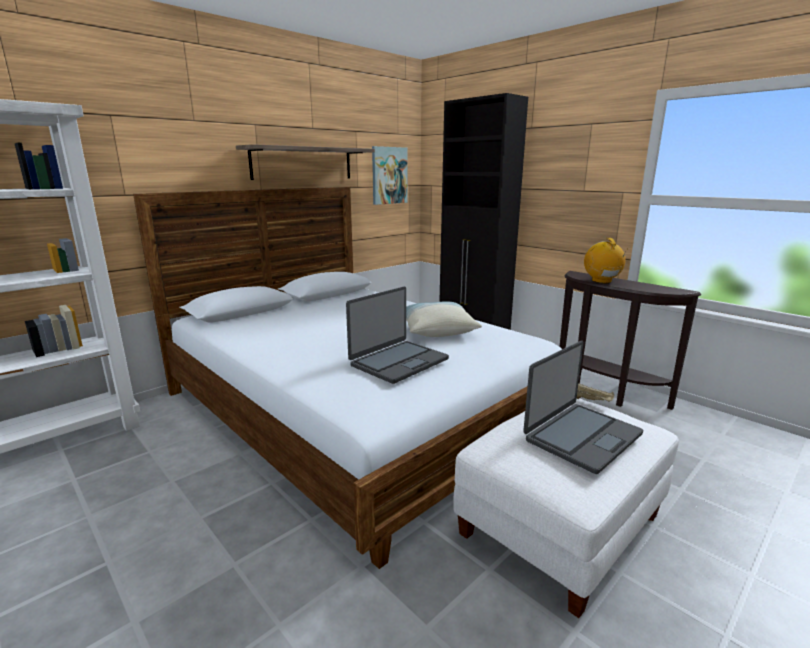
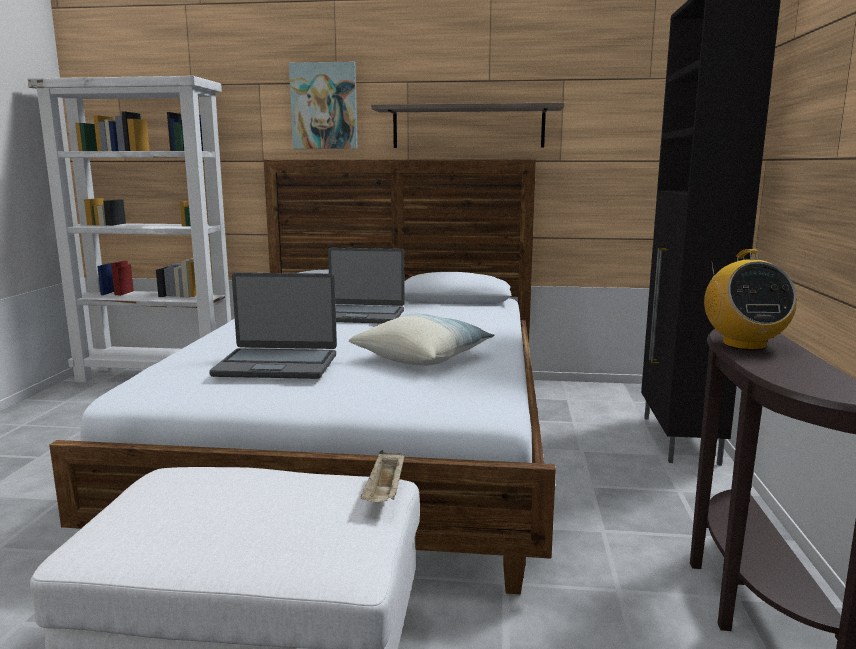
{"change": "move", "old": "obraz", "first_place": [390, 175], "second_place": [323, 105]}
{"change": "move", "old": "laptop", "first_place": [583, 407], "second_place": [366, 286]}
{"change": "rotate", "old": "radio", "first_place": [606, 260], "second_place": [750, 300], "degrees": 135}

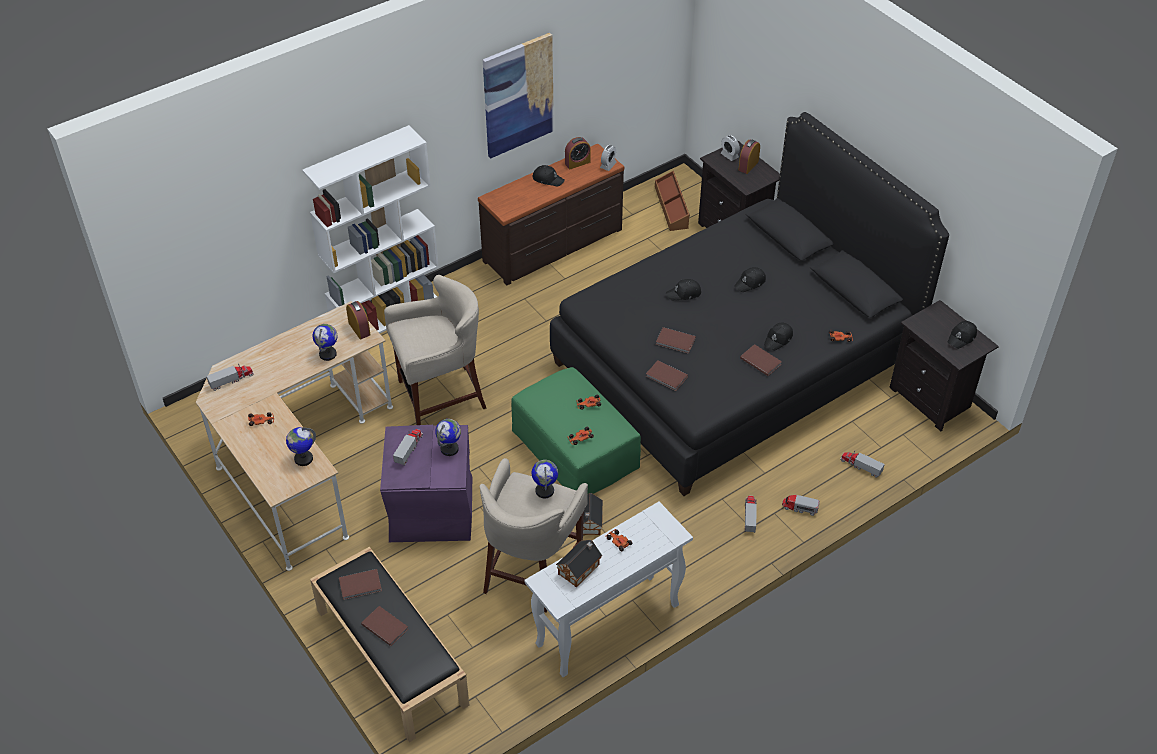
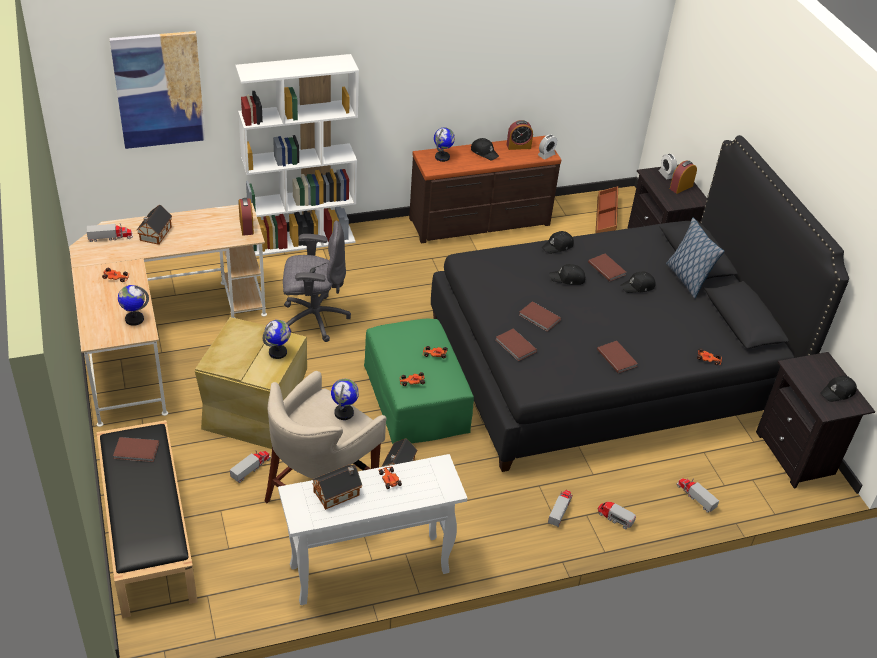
{"change": "insert", "new": "domek", "second_place": [154, 225]}
{"change": "insert", "new": "poduszka", "second_place": [695, 258]}
{"change": "move", "old": "globus", "first_place": [325, 342], "second_place": [444, 144]}
{"change": "move", "old": "książka/brązowy", "first_place": [384, 626], "second_place": [607, 268]}
{"change": "move", "old": "ciężarówka zabawkowa", "first_place": [408, 447], "second_place": [250, 466]}
{"change": "move", "old": "obraz", "first_place": [518, 95], "second_place": [157, 90]}
{"change": "move", "old": "czapka z daszkiem/czarny", "first_place": [778, 336], "second_place": [558, 242]}
{"change": "replace", "old": "stołek/beżowy", "new": "krzesło biurowe/szary", "first_place": [435, 350], "second_place": [317, 281]}
{"change": "recolor", "old": "pojemnik do przechowywania/fioletowy", "new": "pojemnik do przechowywania/beżowy", "first_place": [426, 483], "second_place": [251, 383]}

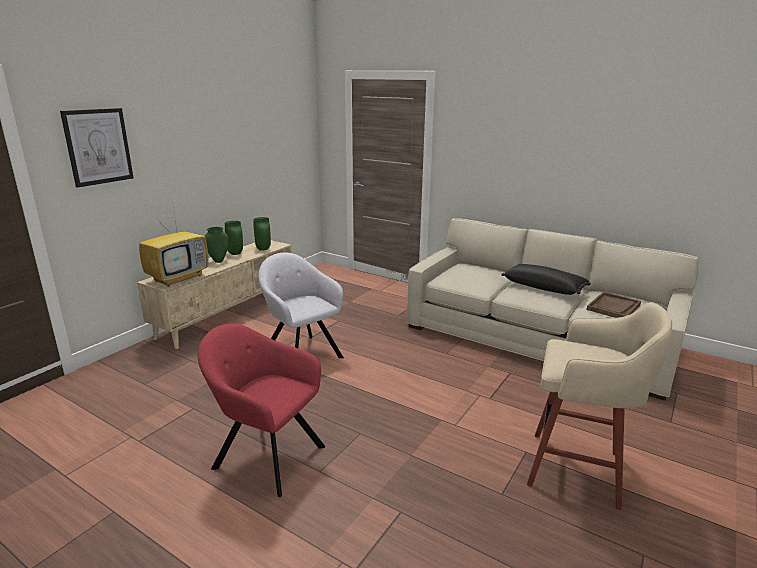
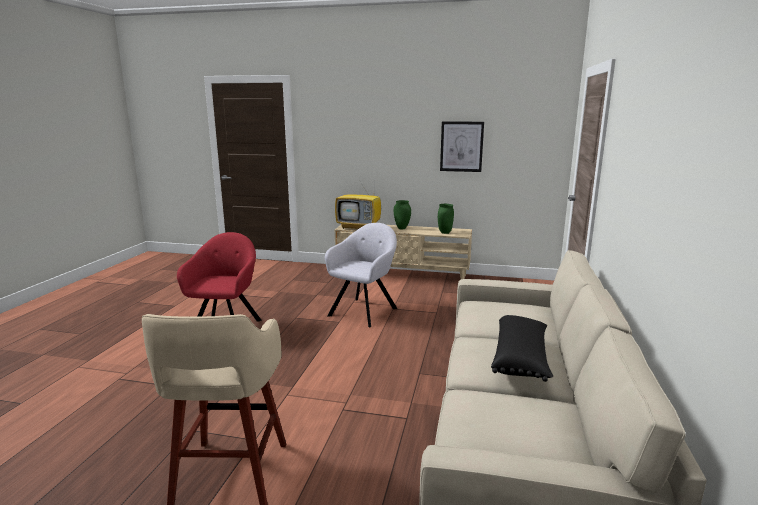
{"change": "delete", "old": "wazon/zielony", "first_place": [234, 238]}
{"change": "delete", "old": "taca/brązowy", "first_place": [614, 305]}
{"change": "move", "old": "obraz", "first_place": [96, 148], "second_place": [462, 146]}

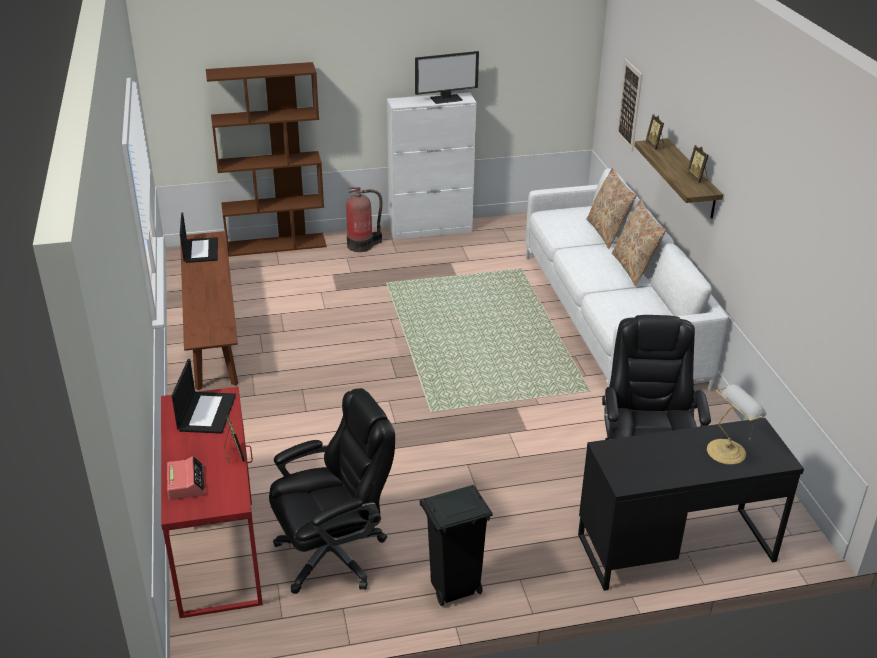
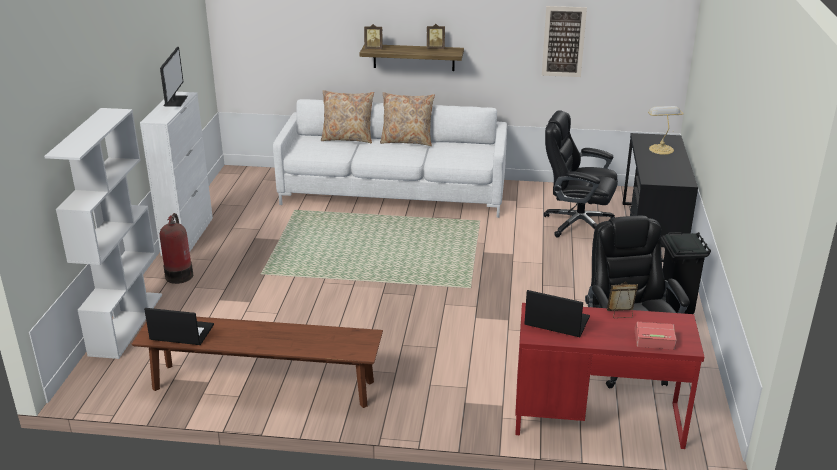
{"change": "move", "old": "obraz", "first_place": [629, 105], "second_place": [564, 41]}
{"change": "recolor", "old": "regał/brązowy", "new": "regał/biały", "first_place": [266, 159], "second_place": [103, 233]}

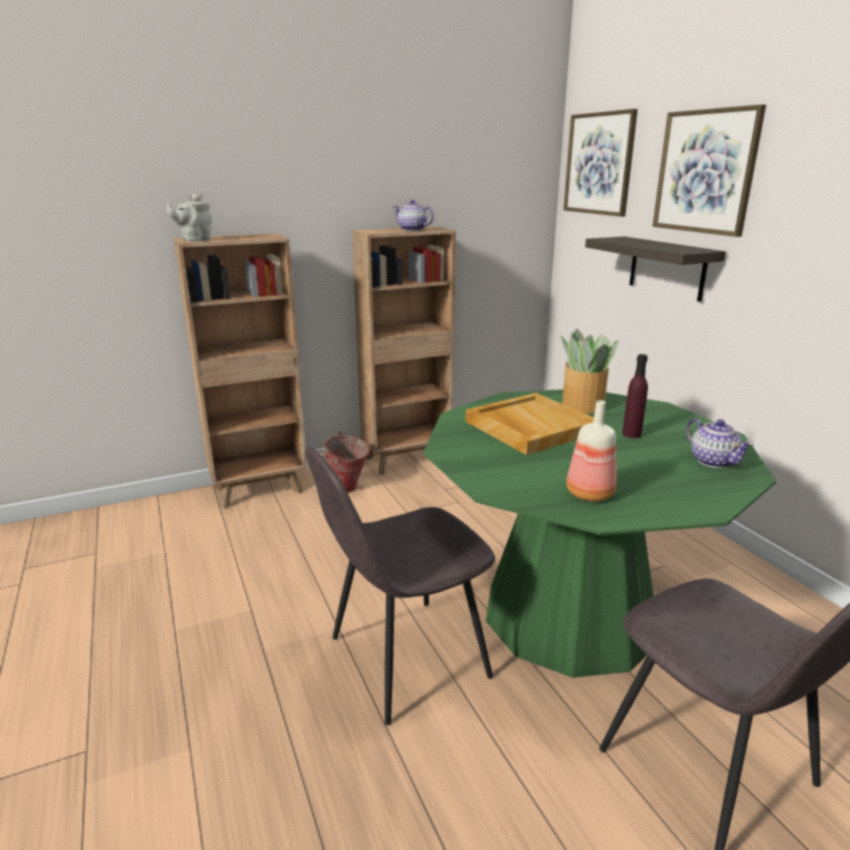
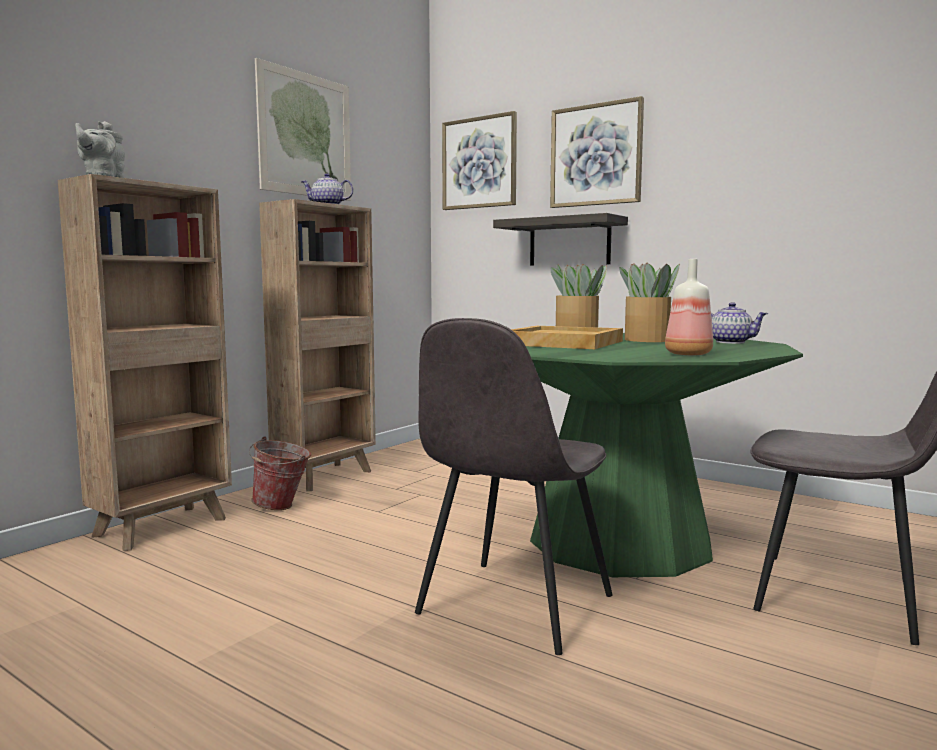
{"change": "insert", "new": "obraz", "second_place": [303, 129]}
{"change": "replace", "old": "butelka/fioletowy", "new": "roślina doniczkowa", "first_place": [635, 396], "second_place": [649, 302]}

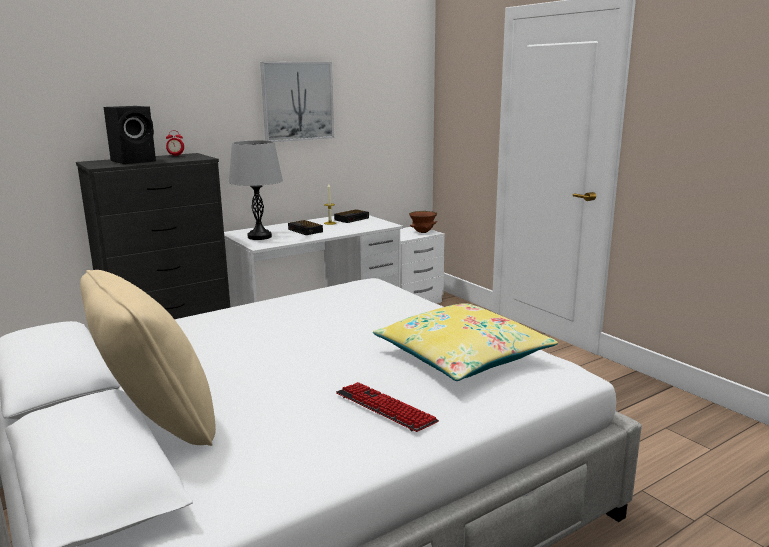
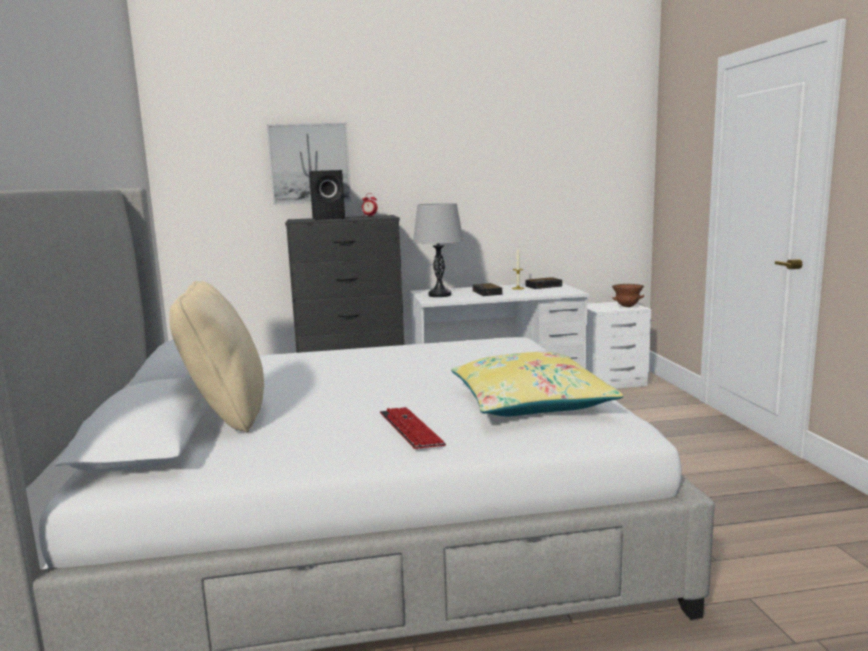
{"change": "move", "old": "obraz", "first_place": [297, 102], "second_place": [309, 164]}

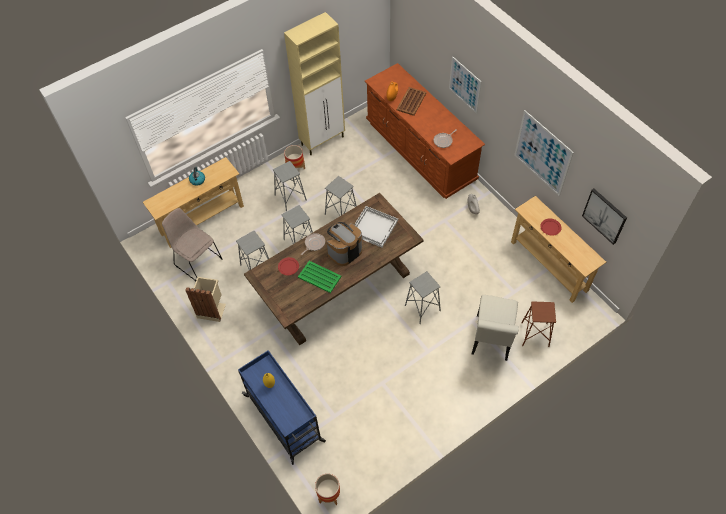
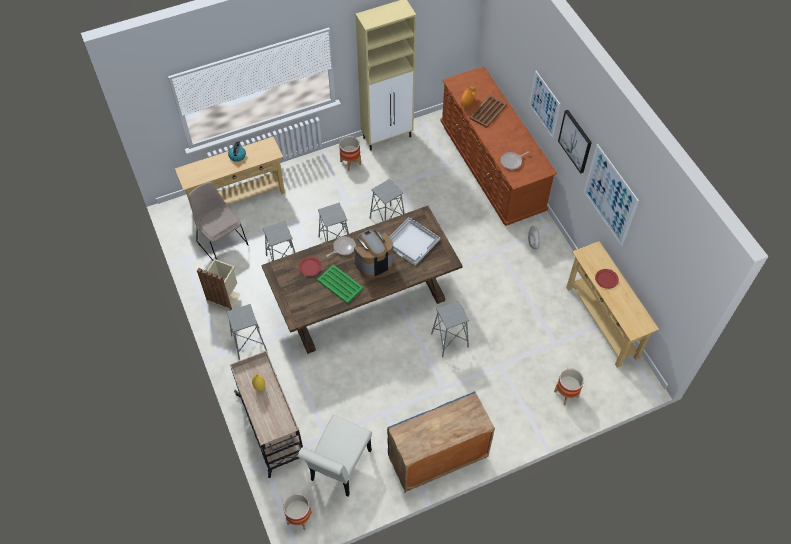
{"change": "insert", "new": "szafka/niebieski", "second_place": [441, 442]}
{"change": "move", "old": "stołek/szary", "first_place": [290, 186], "second_place": [247, 332]}
{"change": "move", "old": "krzesło/biały", "first_place": [495, 328], "second_place": [335, 456]}
{"change": "move", "old": "obraz", "first_place": [604, 217], "second_place": [575, 142]}
{"change": "replace", "old": "stołek/brązowy", "new": "donica", "first_place": [538, 324], "second_place": [569, 387]}
{"change": "recolor", "old": "wózek/niebieski", "new": "wózek/beżowy", "first_place": [282, 407], "second_place": [266, 414]}

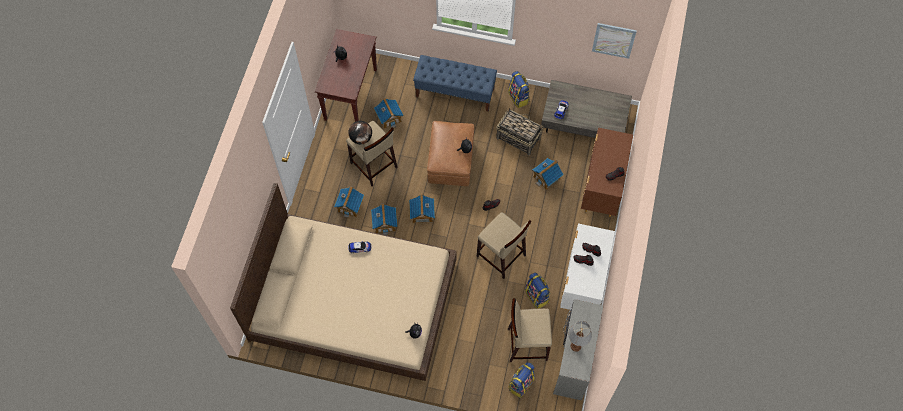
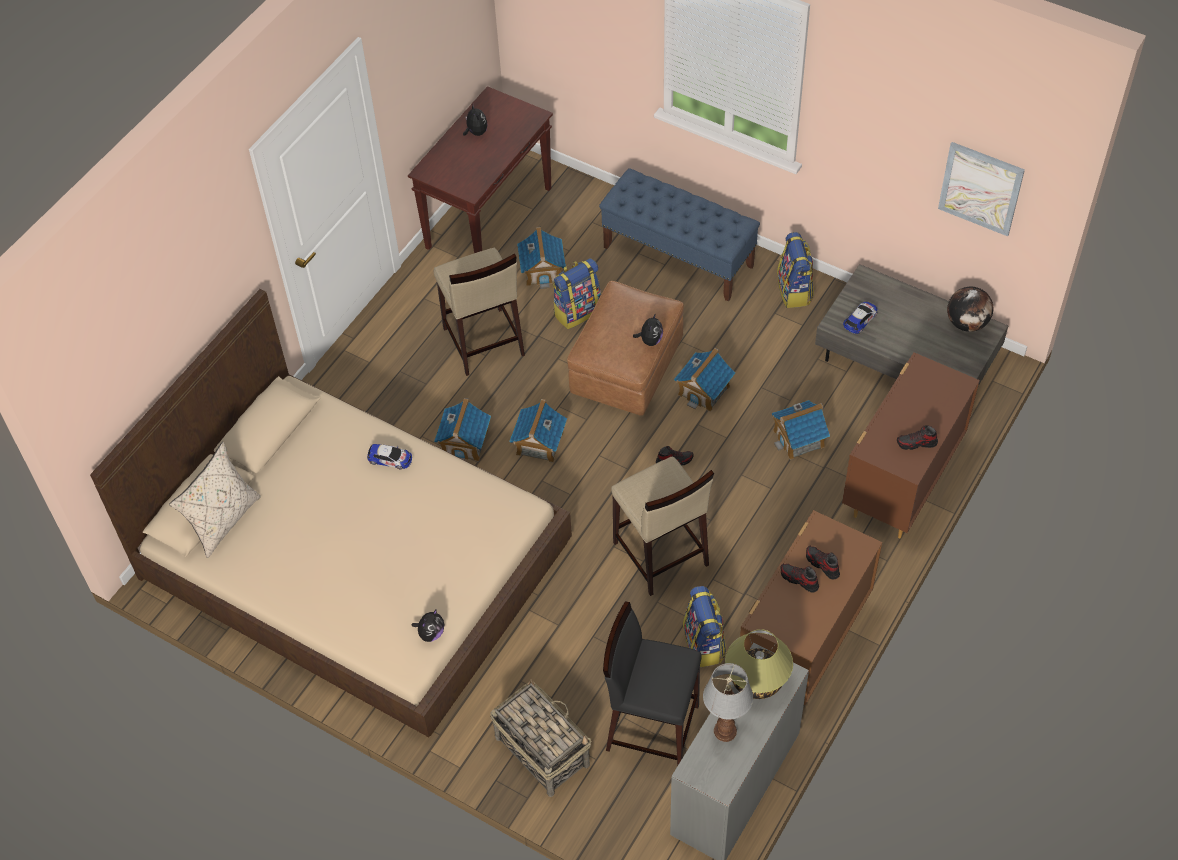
{"change": "insert", "new": "poduszka/beżowy", "second_place": [215, 500]}
{"change": "insert", "new": "lampa stołowa", "second_place": [759, 664]}
{"change": "move", "old": "domek", "first_place": [349, 202], "second_place": [704, 380]}
{"change": "move", "old": "globus", "first_place": [360, 132], "second_place": [970, 309]}
{"change": "move", "old": "koszyk", "first_place": [519, 132], "second_place": [541, 738]}
{"change": "move", "old": "plecak", "first_place": [522, 380], "second_place": [577, 293]}
{"change": "recolor", "old": "stołek/beżowy", "new": "stołek/czarny", "first_place": [530, 330], "second_place": [652, 684]}
{"change": "recolor", "old": "komoda/biały", "new": "komoda/brązowy", "first_place": [587, 266], "second_place": [811, 607]}

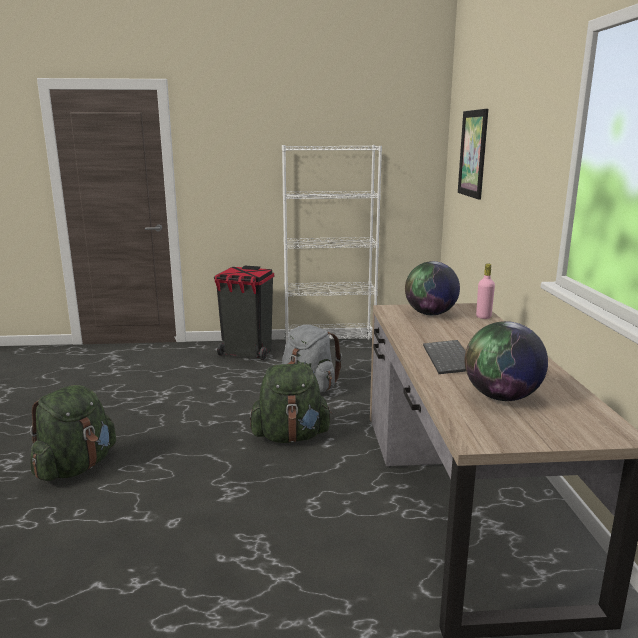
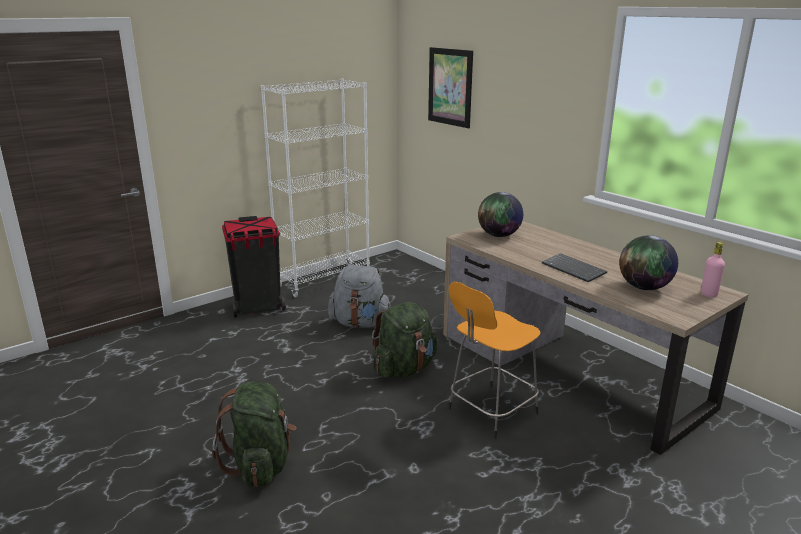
{"change": "insert", "new": "stołek/pomarańczowy", "second_place": [494, 360]}
{"change": "move", "old": "butelka/różowy", "first_place": [485, 291], "second_place": [713, 269]}

